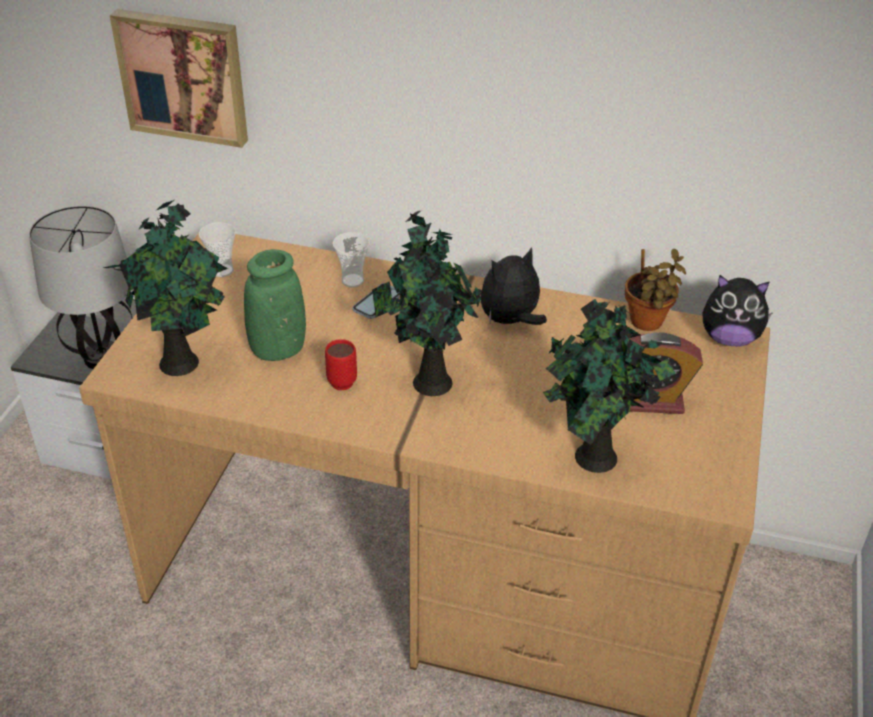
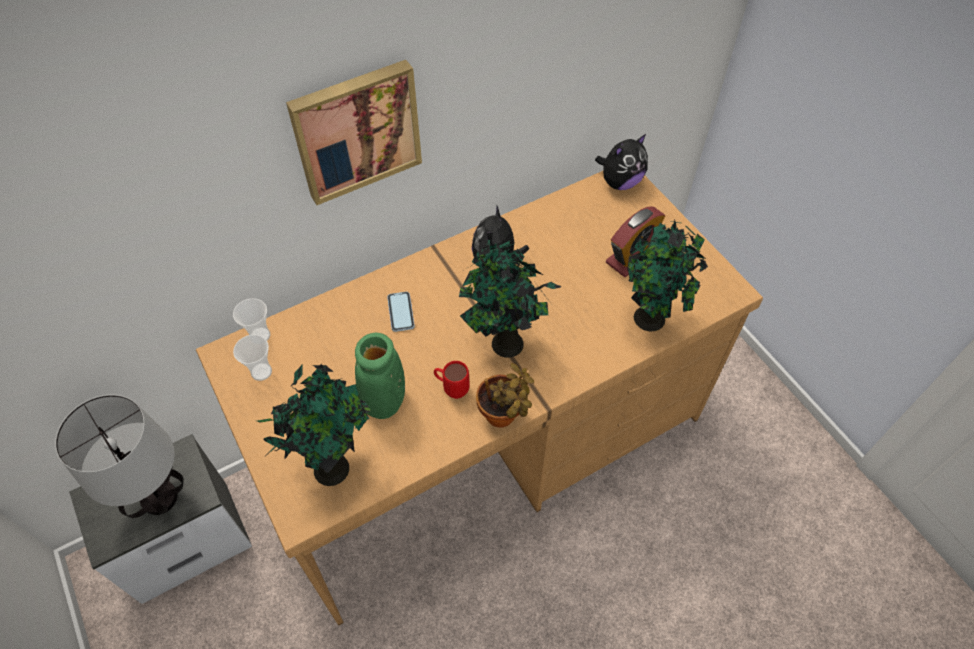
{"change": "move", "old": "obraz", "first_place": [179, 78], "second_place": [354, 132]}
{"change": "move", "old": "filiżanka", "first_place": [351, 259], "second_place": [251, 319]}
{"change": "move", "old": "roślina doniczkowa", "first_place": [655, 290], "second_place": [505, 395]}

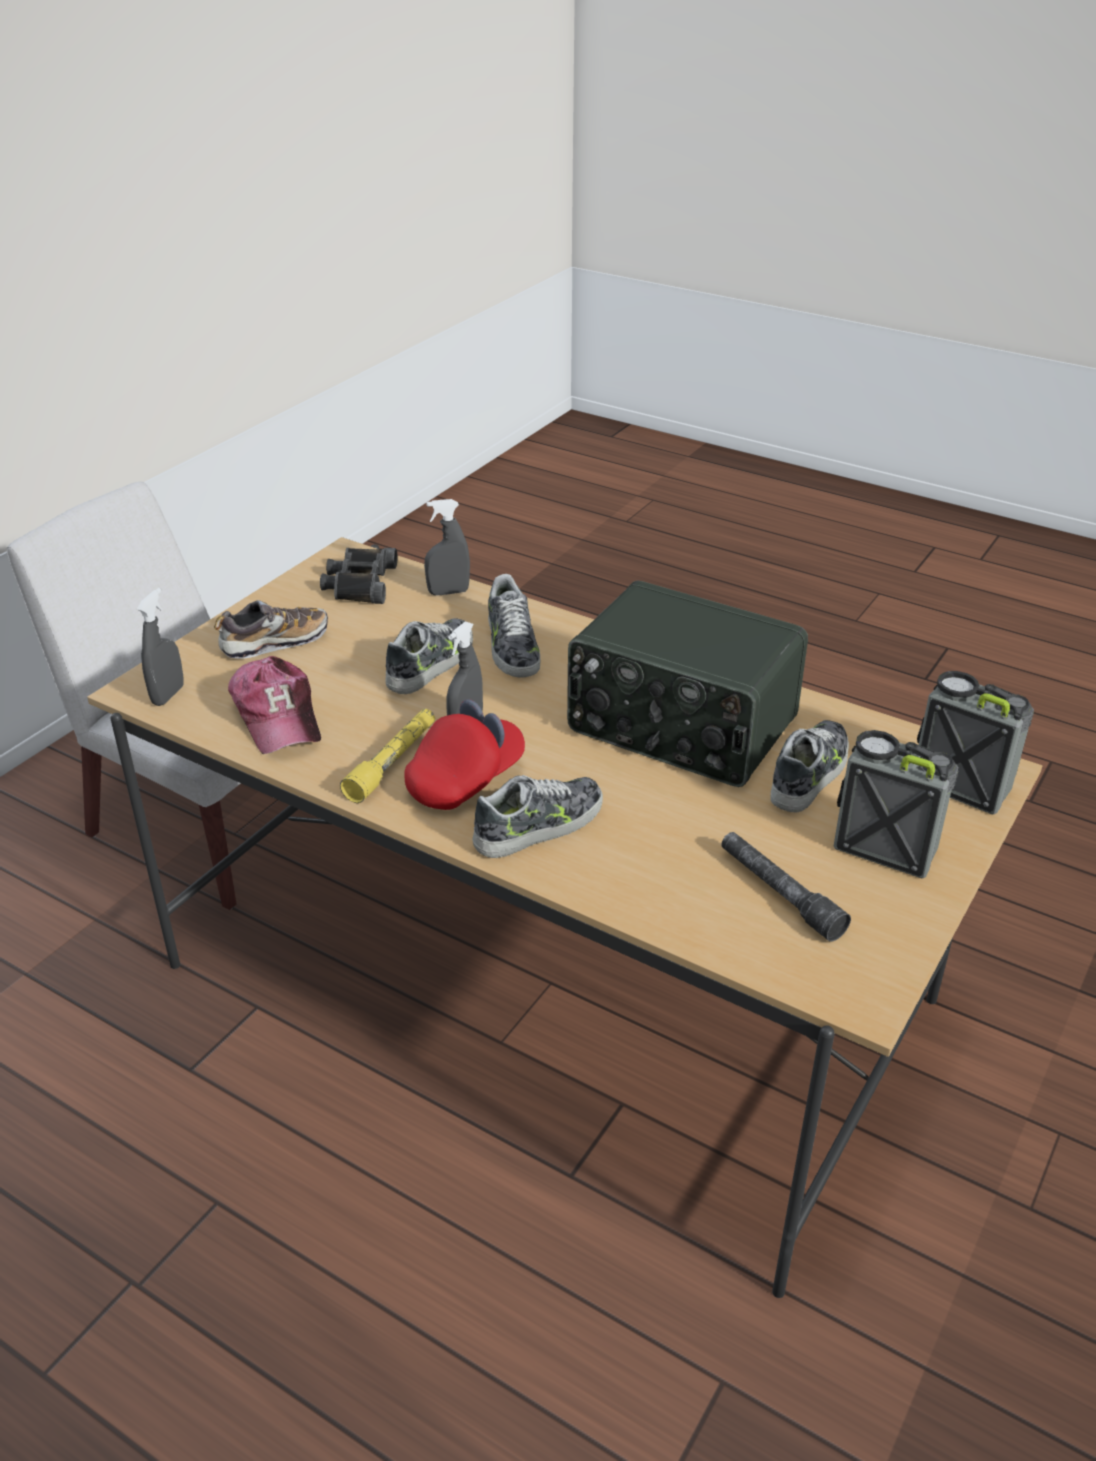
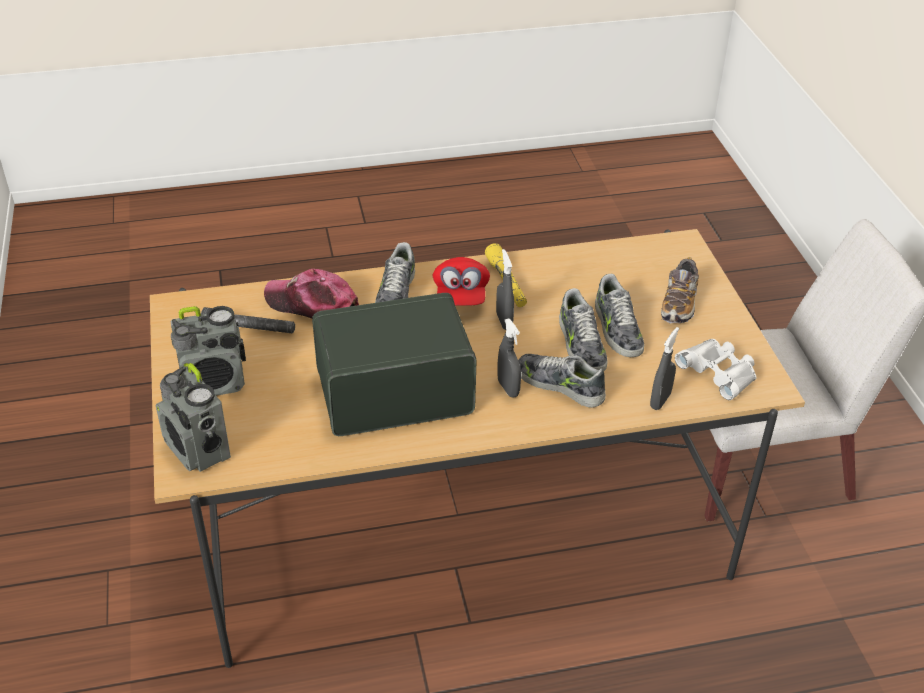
{"change": "move", "old": "spryskiwacz/szary", "first_place": [160, 647], "second_place": [509, 358]}
{"change": "move", "old": "czapka z daszkiem", "first_place": [274, 705], "second_place": [311, 294]}
{"change": "move", "old": "but", "first_place": [809, 766], "second_place": [619, 315]}
{"change": "recolor", "old": "lornetka/czarny", "new": "lornetka/biały", "first_place": [358, 576], "second_place": [715, 369]}
{"change": "rotate", "old": "radio", "first_place": [975, 743], "second_place": [193, 417], "degrees": 60}

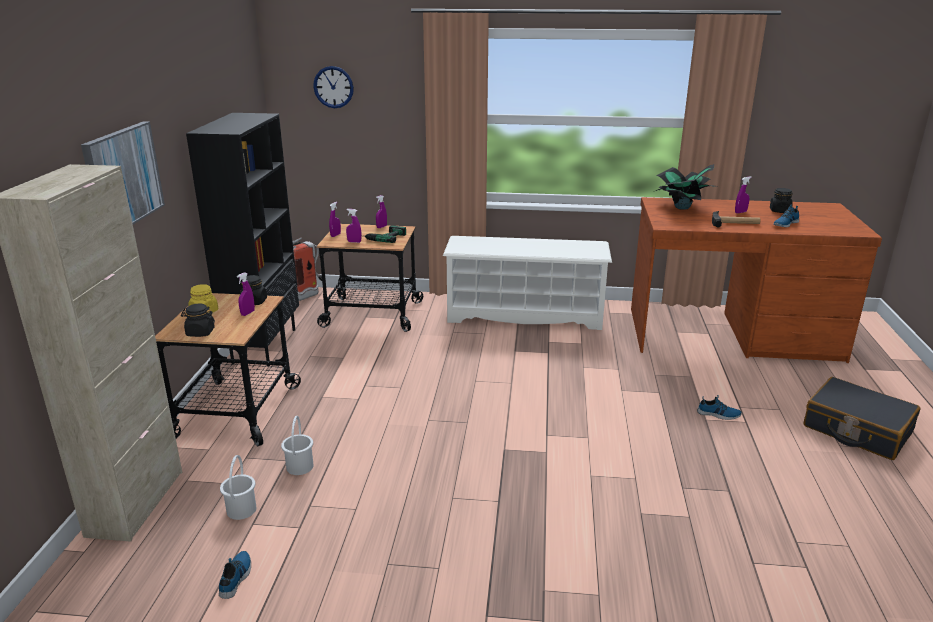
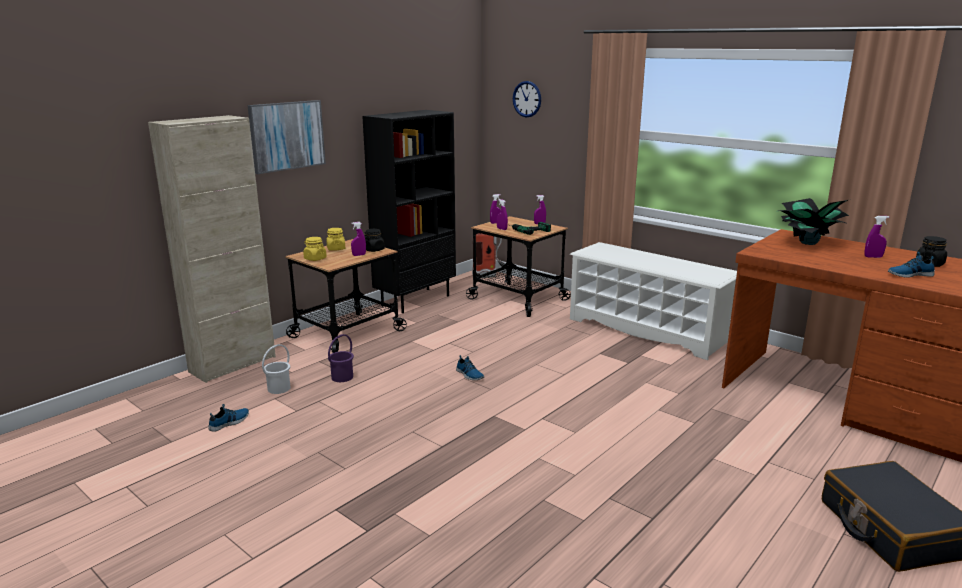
{"change": "delete", "old": "młotek", "first_place": [736, 219]}
{"change": "move", "old": "but", "first_place": [719, 407], "second_place": [470, 367]}
{"change": "recolor", "old": "słoik/czarny", "new": "słoik/żółty", "first_place": [198, 320], "second_place": [315, 249]}
{"change": "recolor", "old": "wiadro/biały", "new": "wiadro/fioletowy", "first_place": [297, 445], "second_place": [341, 358]}

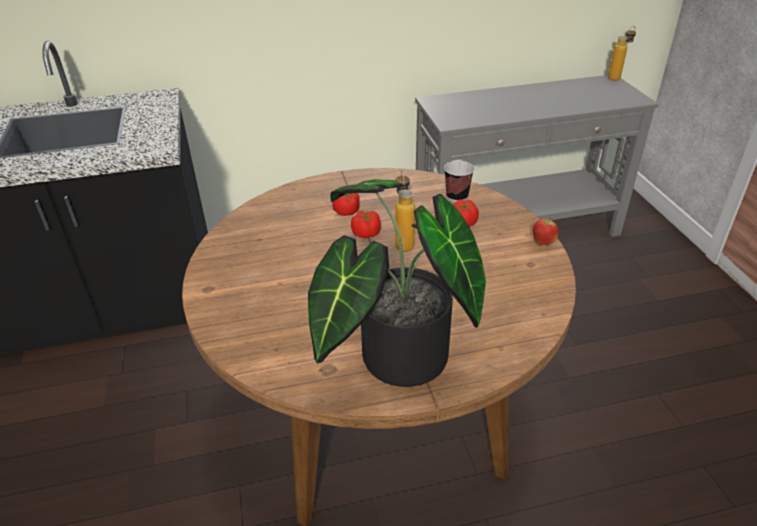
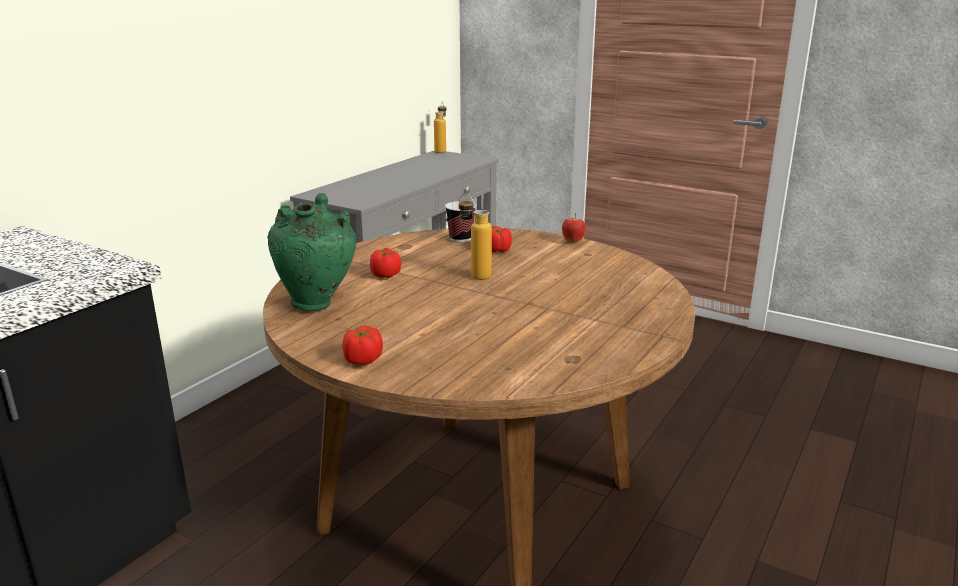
{"change": "delete", "old": "roślina doniczkowa", "first_place": [397, 283]}
{"change": "insert", "new": "wazon/zielony", "second_place": [312, 252]}
{"change": "move", "old": "pomidor", "first_place": [366, 224], "second_place": [363, 345]}

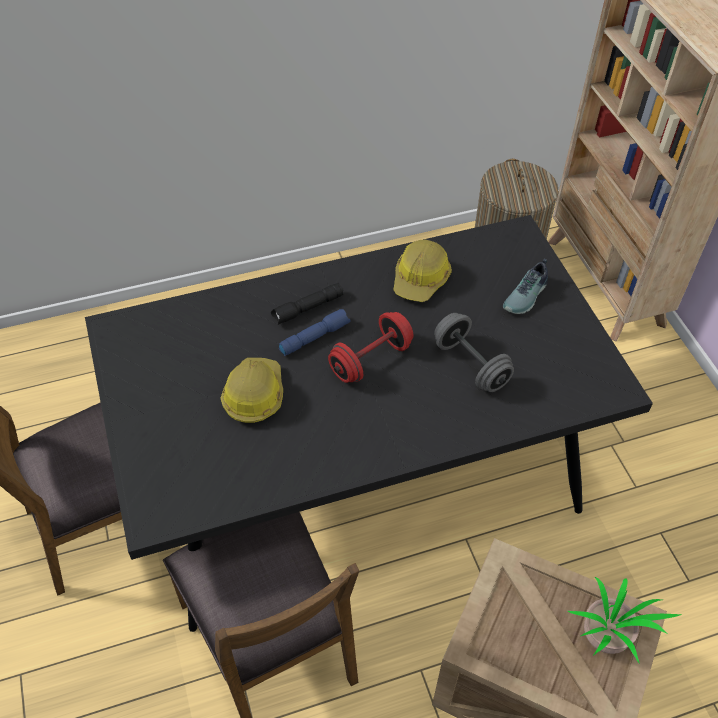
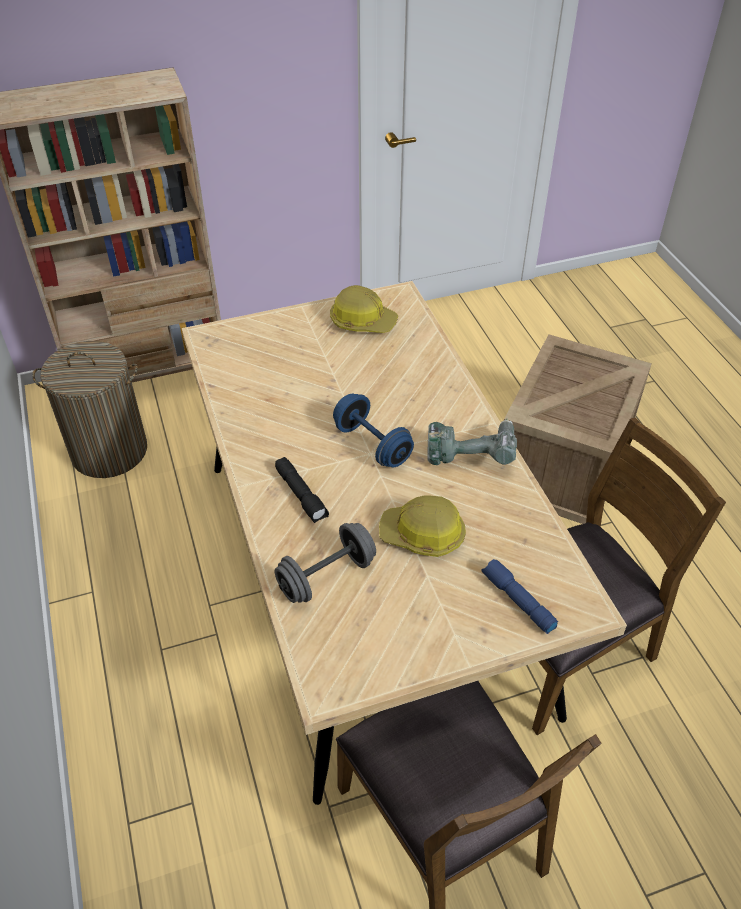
{"change": "delete", "old": "but", "first_place": [525, 286]}
{"change": "delete", "old": "roślina doniczkowa", "first_place": [625, 620]}
{"change": "insert", "new": "wiertarka", "second_place": [472, 441]}
{"change": "move", "old": "latarka/niebieski", "first_place": [315, 332], "second_place": [520, 596]}
{"change": "move", "old": "kask", "first_place": [423, 271], "second_place": [364, 309]}
{"change": "move", "old": "hantel/szary", "first_place": [474, 352], "second_place": [325, 563]}
{"change": "recolor", "old": "stół jadalny/czarny", "new": "stół jadalny/beżowy", "first_place": [369, 423], "second_place": [404, 543]}
{"change": "recolor", "old": "hantel/czerwony", "new": "hantel/niebieski", "first_place": [370, 347], "second_place": [373, 430]}

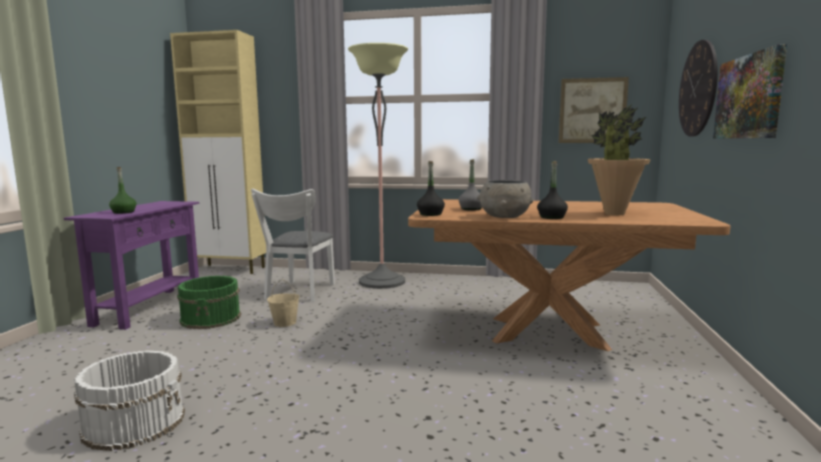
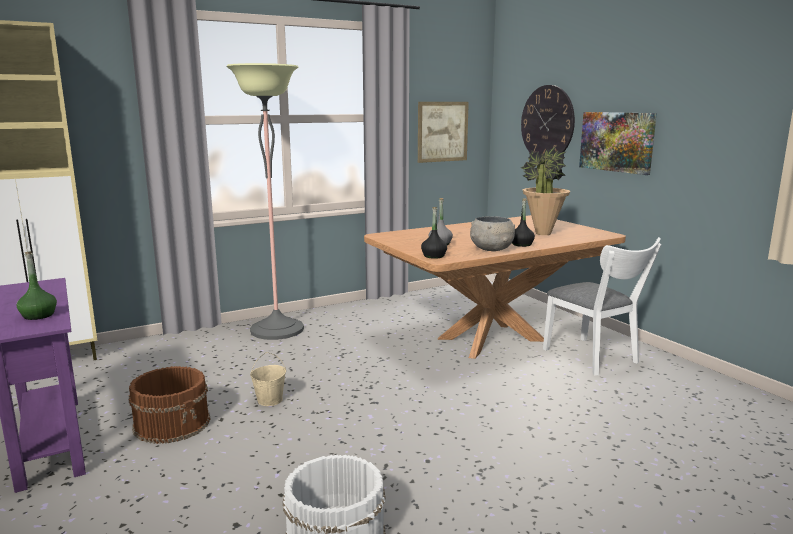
{"change": "move", "old": "krzesło/biały", "first_place": [293, 245], "second_place": [602, 306]}
{"change": "recolor", "old": "wiadro/zielony", "new": "wiadro/brązowy", "first_place": [209, 302], "second_place": [170, 405]}

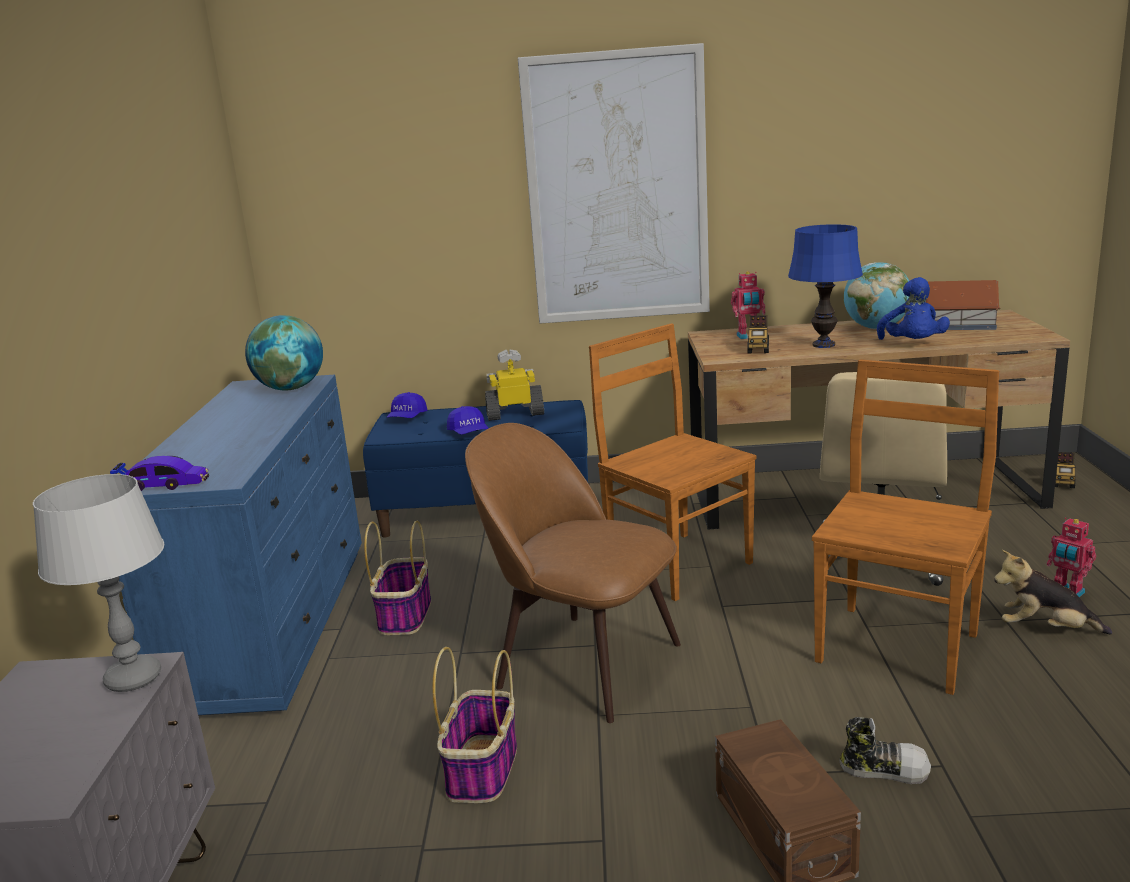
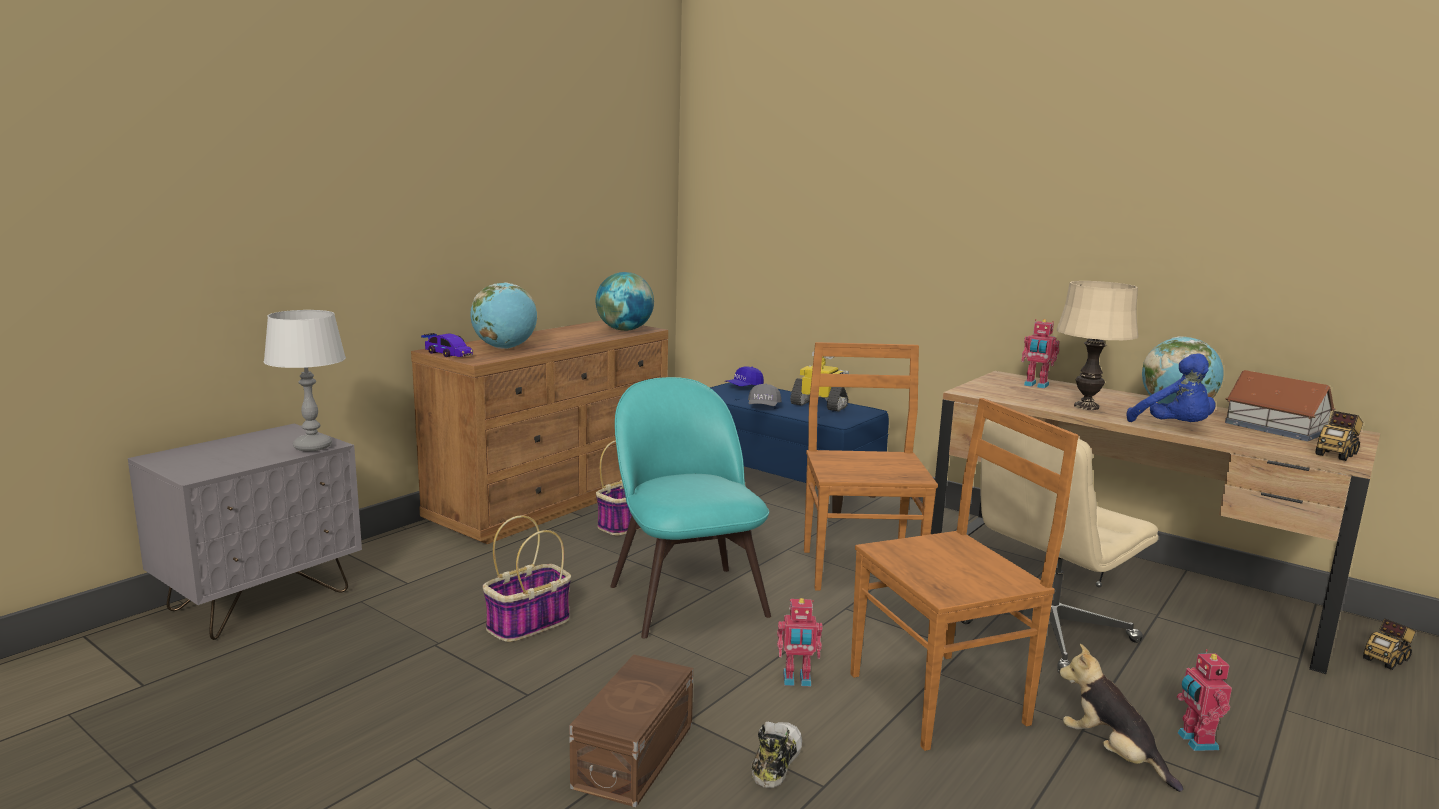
{"change": "delete", "old": "obraz", "first_place": [614, 183]}
{"change": "insert", "new": "globus", "second_place": [504, 315]}
{"change": "insert", "new": "robot zabawkowy", "second_place": [800, 642]}
{"change": "move", "old": "ciężarówka zabawkowa", "first_place": [758, 334], "second_place": [1339, 436]}
{"change": "recolor", "old": "komoda/niebieski", "new": "komoda/brązowy", "first_place": [240, 544], "second_place": [539, 432]}
{"change": "recolor", "old": "czapka z daszkiem/niebieski", "new": "czapka z daszkiem/szary", "first_place": [467, 420], "second_place": [765, 395]}
{"change": "recolor", "old": "krzesło/brązowy", "new": "krzesło/turkusowy", "first_place": [573, 573], "second_place": [690, 507]}
{"change": "recolor", "old": "lampa stołowa/niebieski", "new": "lampa stołowa/beżowy", "first_place": [825, 286], "second_place": [1097, 345]}
{"change": "rotate", "old": "but", "first_place": [885, 750], "second_place": [777, 755], "degrees": -120}
{"change": "rotate", "old": "pluszak/niebieski", "first_place": [913, 308], "second_place": [1171, 388], "degrees": -60}

